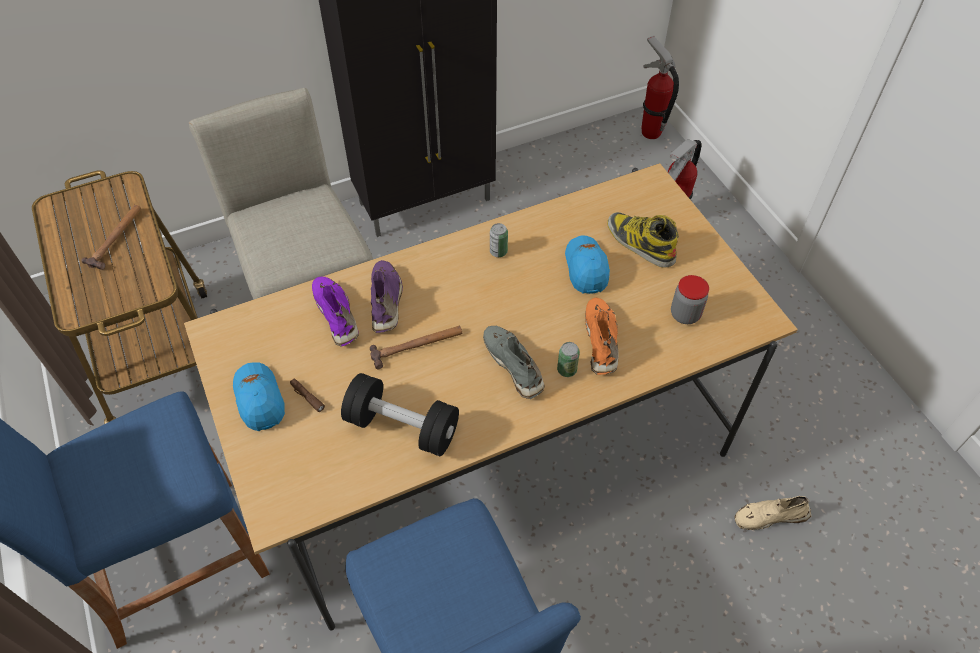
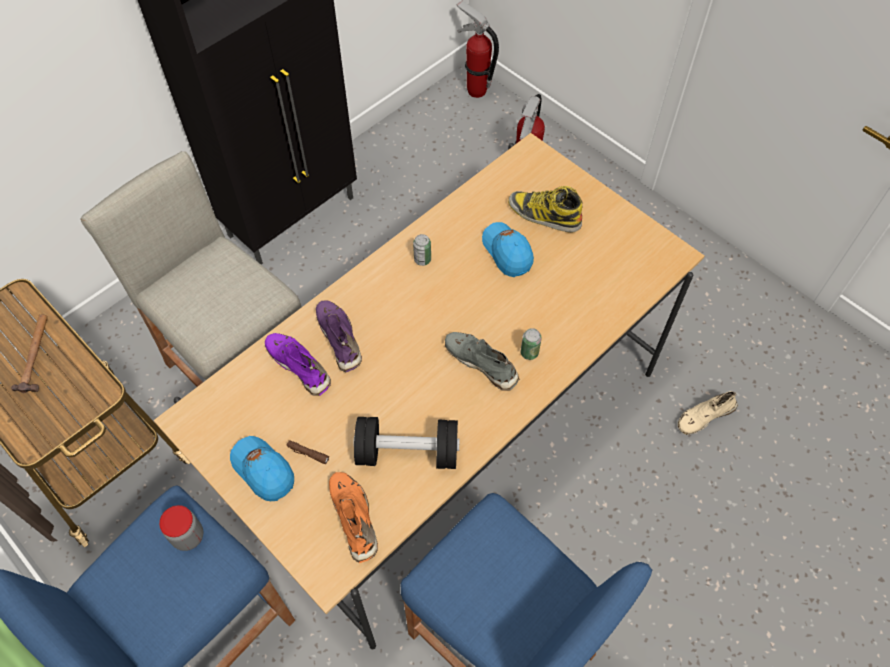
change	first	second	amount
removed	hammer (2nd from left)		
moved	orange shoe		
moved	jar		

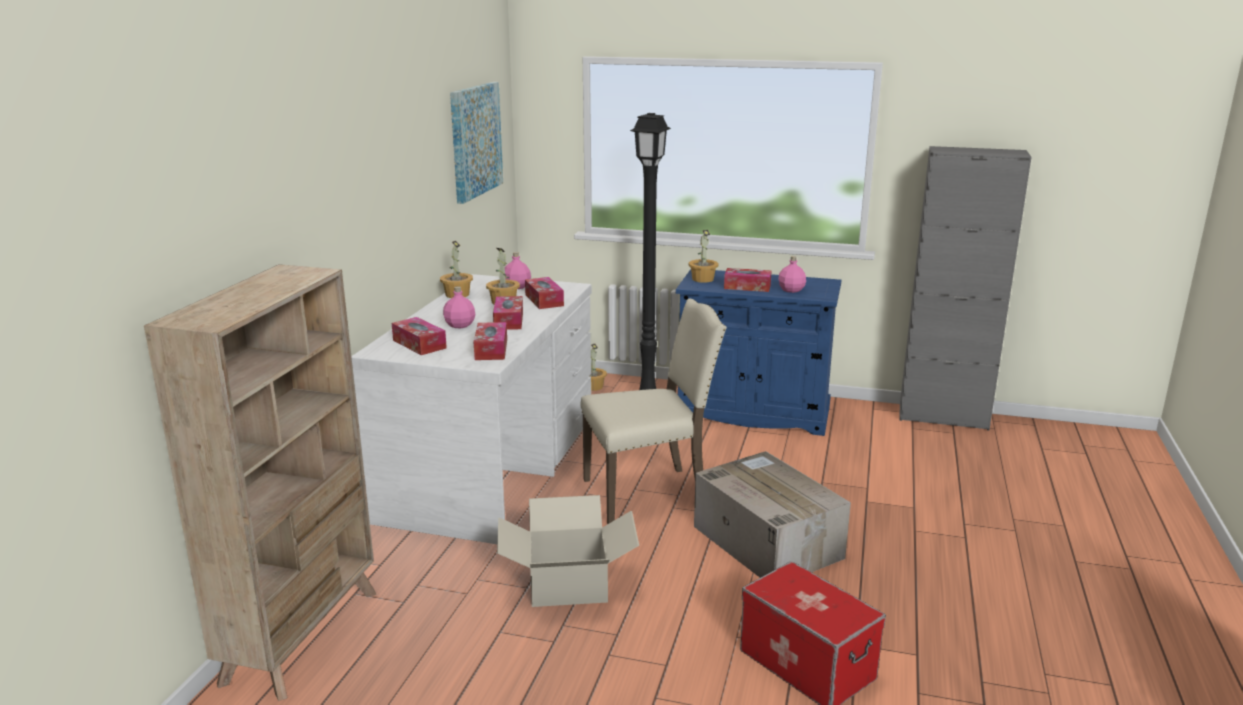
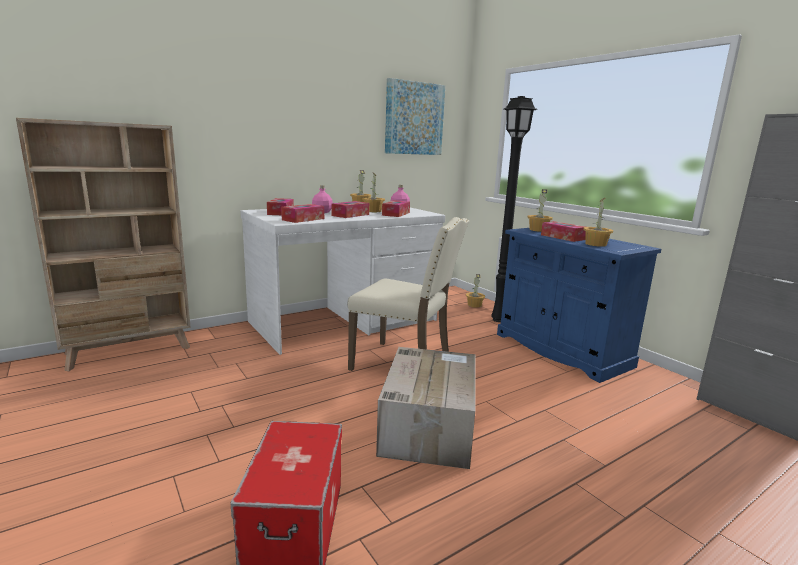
change	first	second	amount
removed	cardboard box (1st from left)		
replaced	pink bottle (3rd from left)	potted plant (5th from left)	

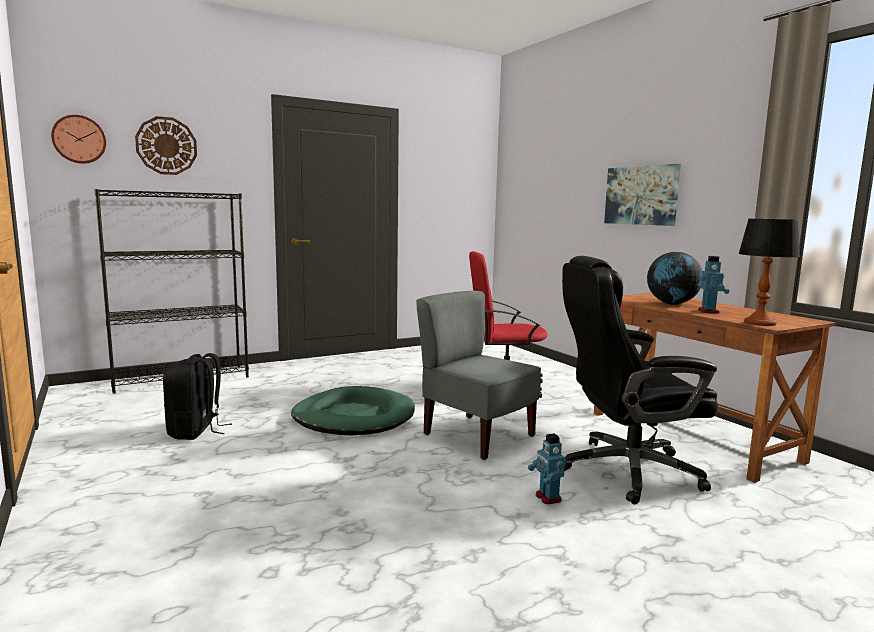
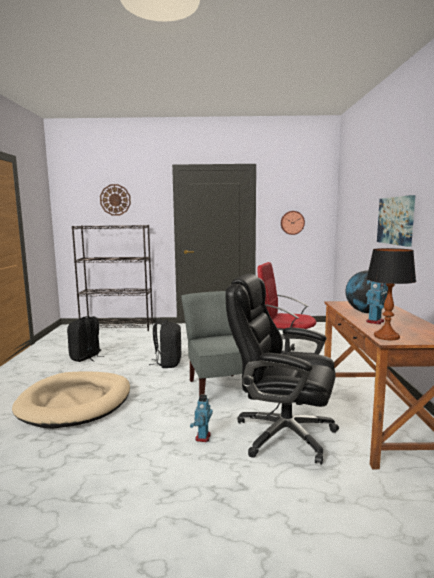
change	first	second	amount
moved	wall clock (1st from left in the first image)	wall clock (2nd from left)	
replaced	green dog bed	black backpack (2nd from left)	
added		beige dog bed	

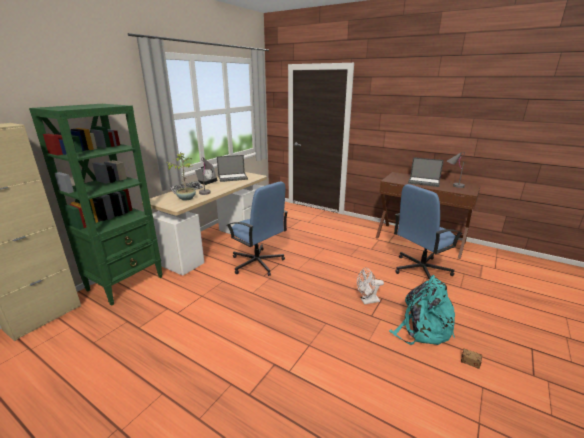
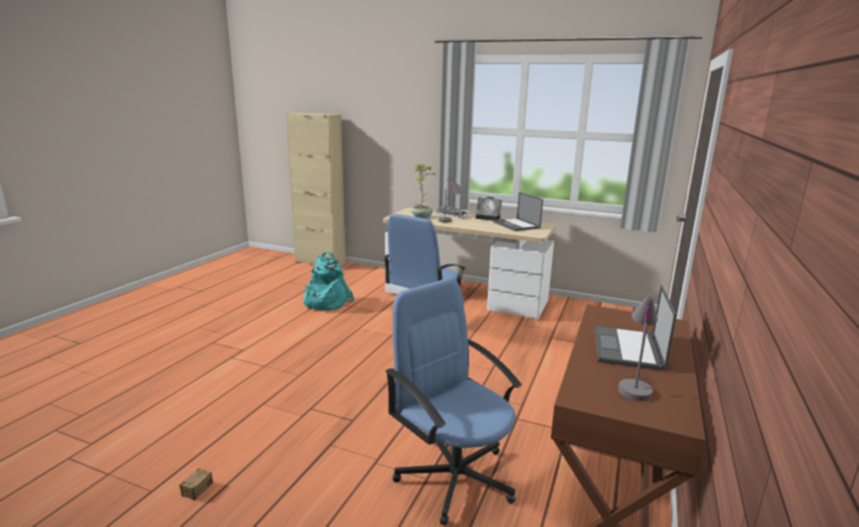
change	first	second	amount
removed	green bookcase		
removed	white fan		
moved	turquoise backpack		

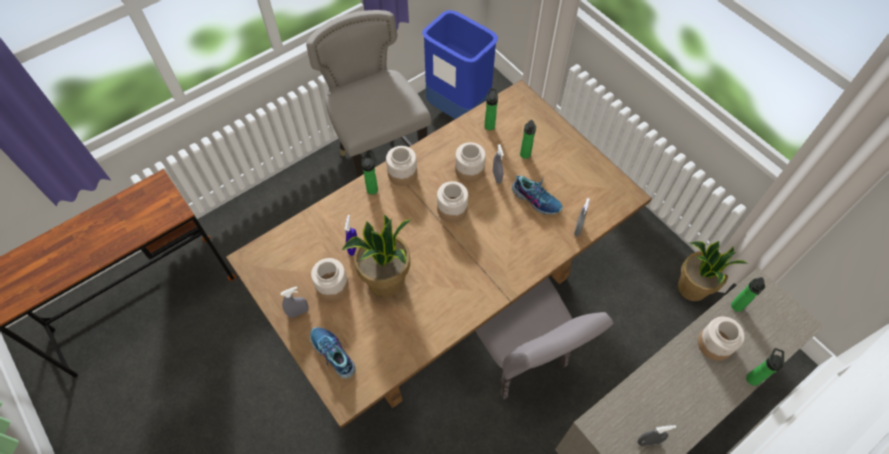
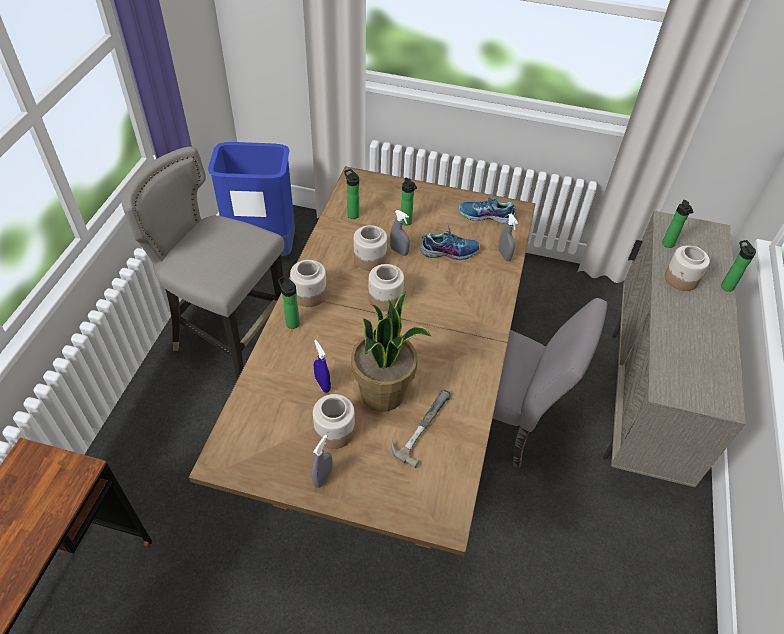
change	first	second	amount
moved	shoe (1st from left in the first image)	shoe (2nd from left)	
removed	grey spray bottle (4th from left)		
removed	potted plant (2nd from left)		
added		hammer	

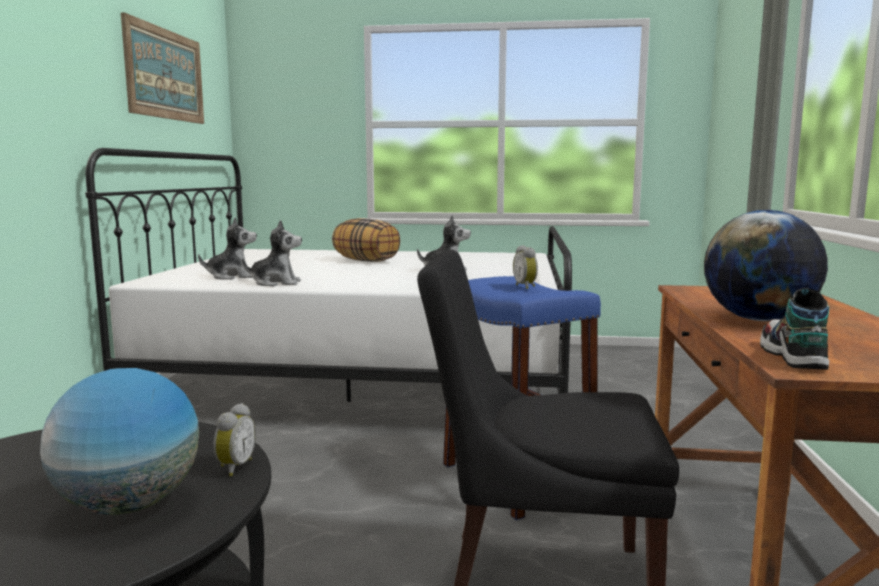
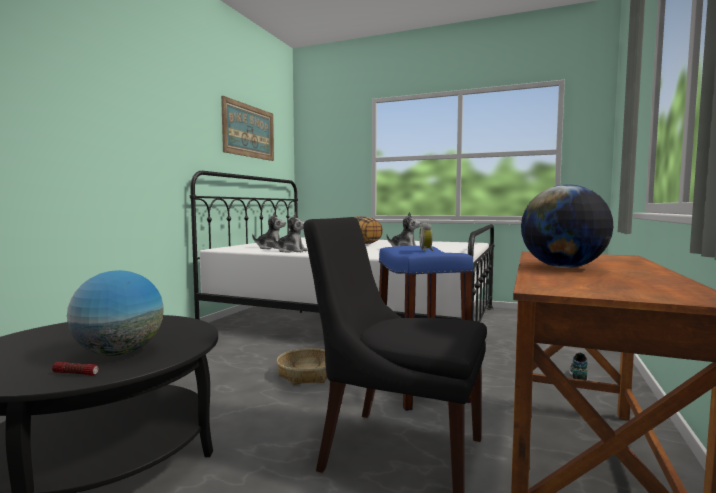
change	first	second	amount
removed	alarm clock (1st from left)		
moved	shoe		
added		flashlight	
added		basket	

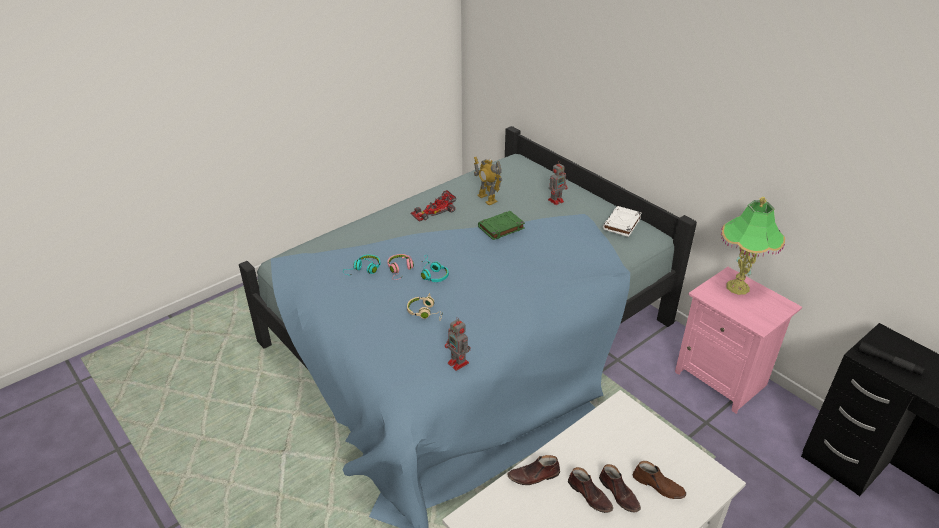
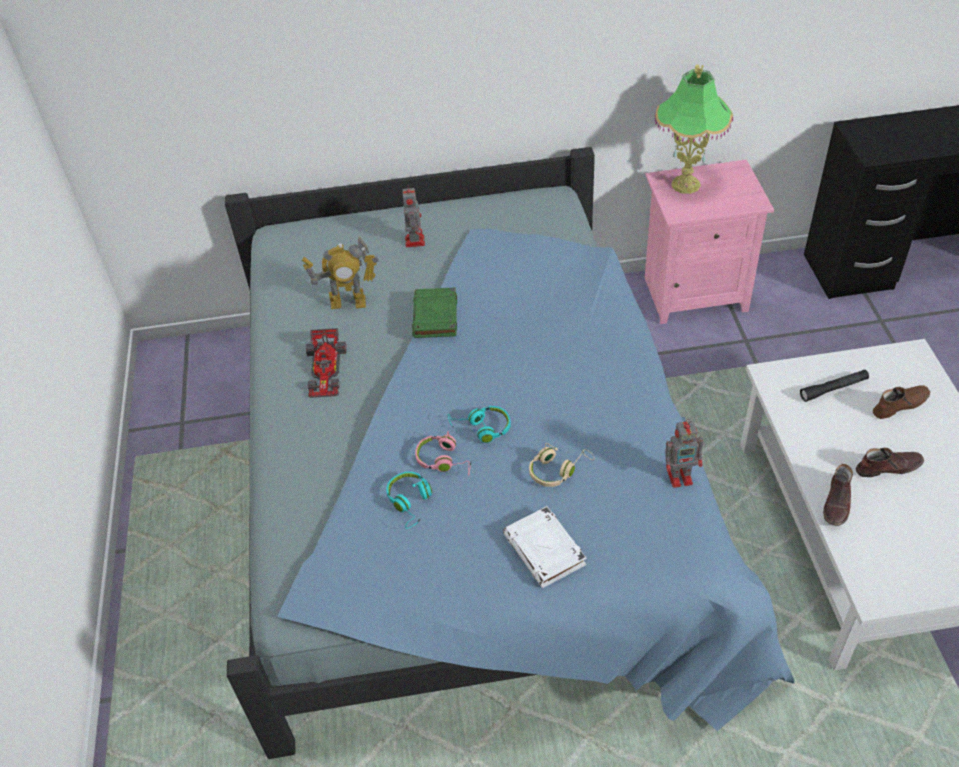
change	first	second	amount
removed	brown shoe (3rd from left)		
moved	white book		
moved	black flashlight		

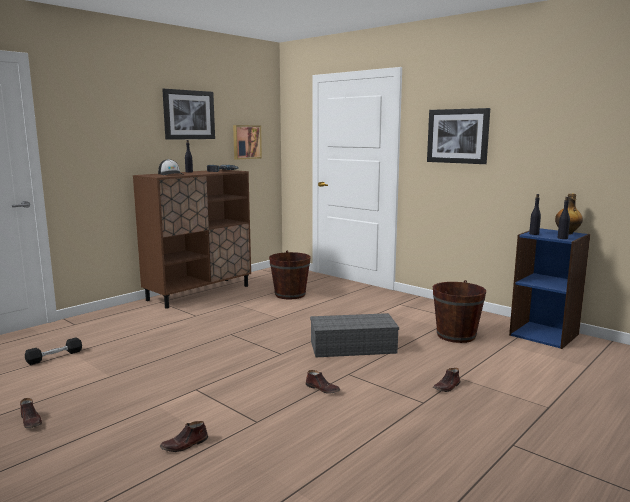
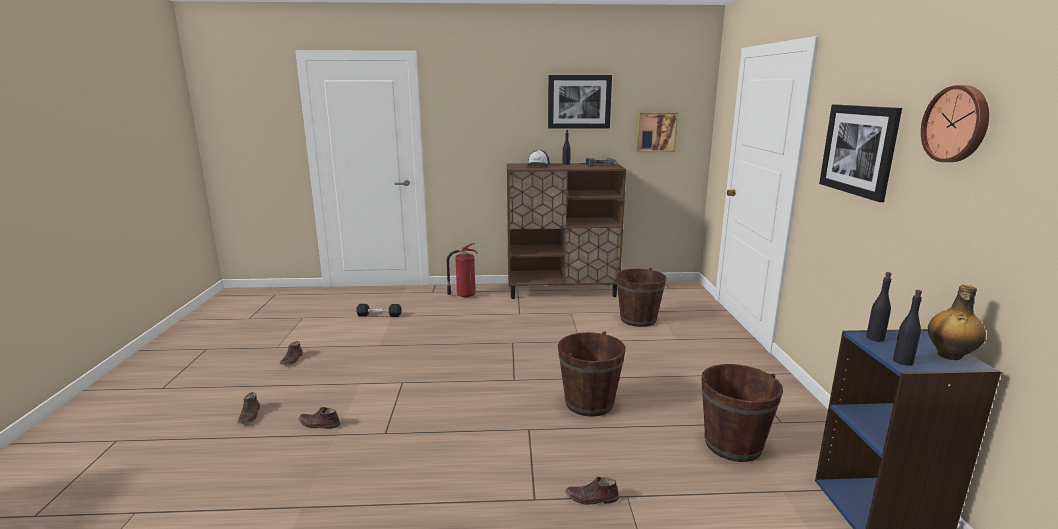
change	first	second	amount
moved	brown shoe (3rd from left in the first image)	brown shoe (1st from left)	
replaced	grey storage box	brown bucket (1st from left)	
added		fire extinguisher	
added		wall clock	

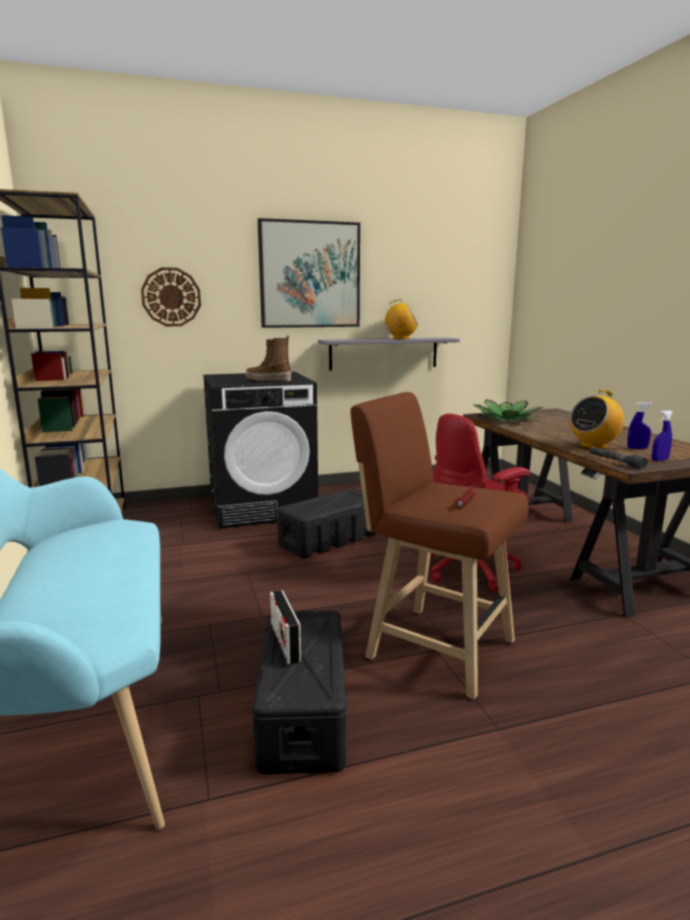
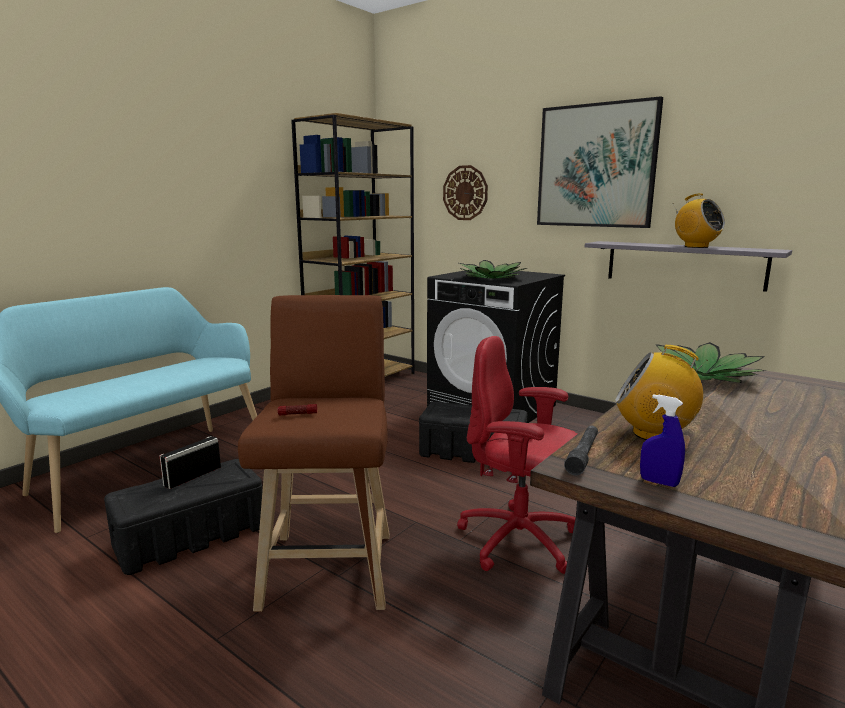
change	first	second	amount
replaced	boot	potted plant (1st from left)	
removed	blue spray bottle (1st from left)		

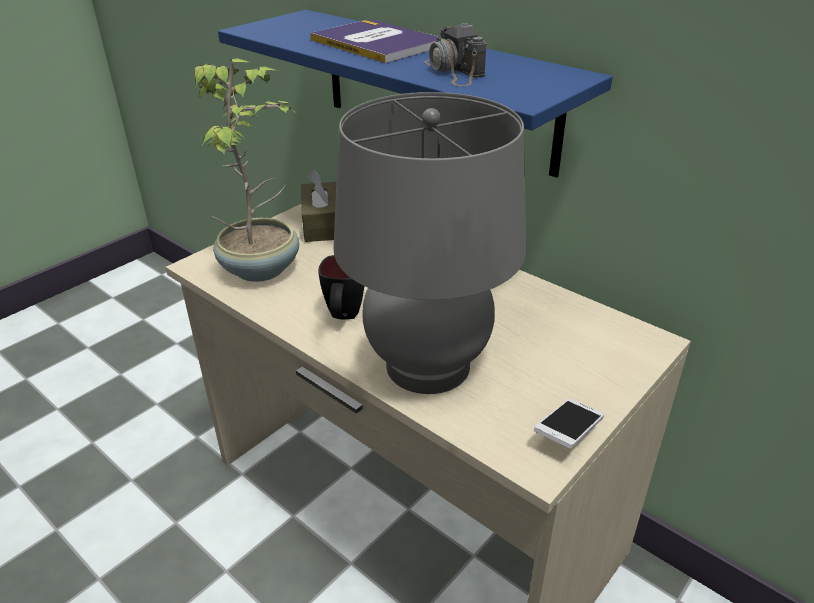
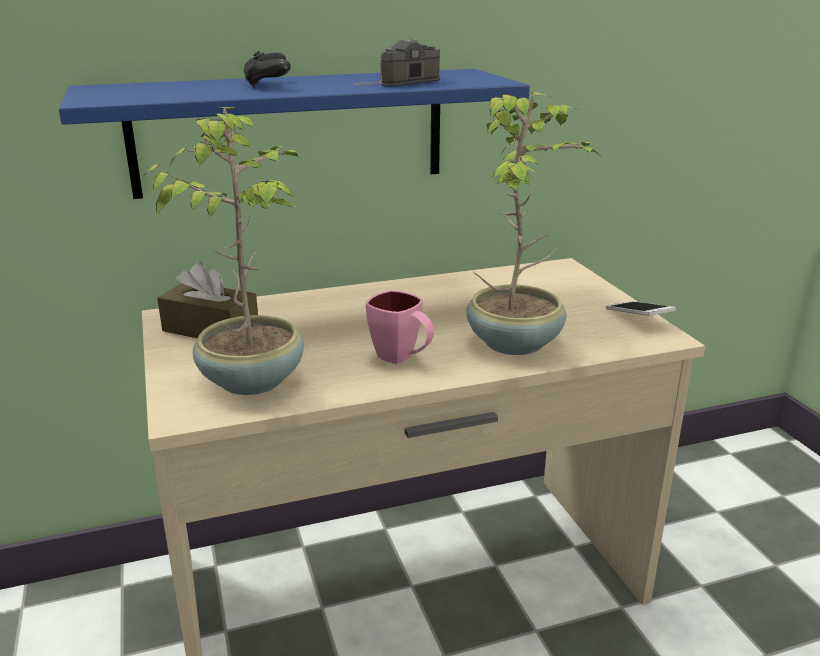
change	first	second	amount
replaced	book	black game controller	
recoloured	black mug	pink mug	
replaced	grey table lamp	potted plant (2nd from left)	
turned	photo camera		135 degrees clockwise

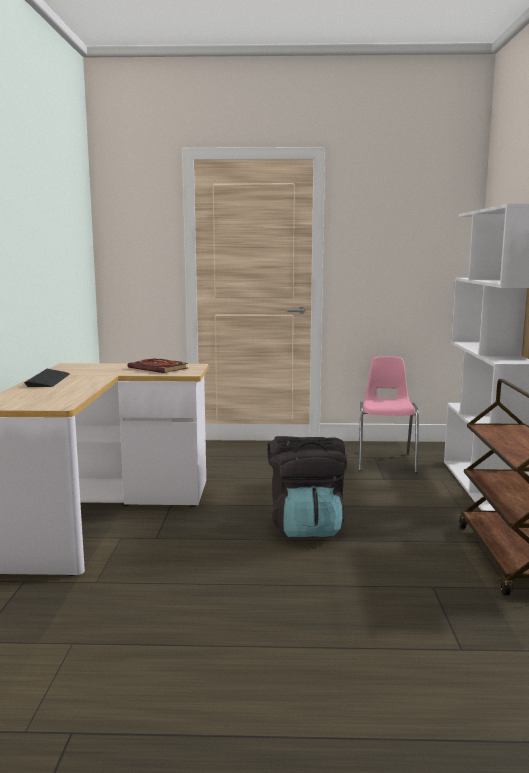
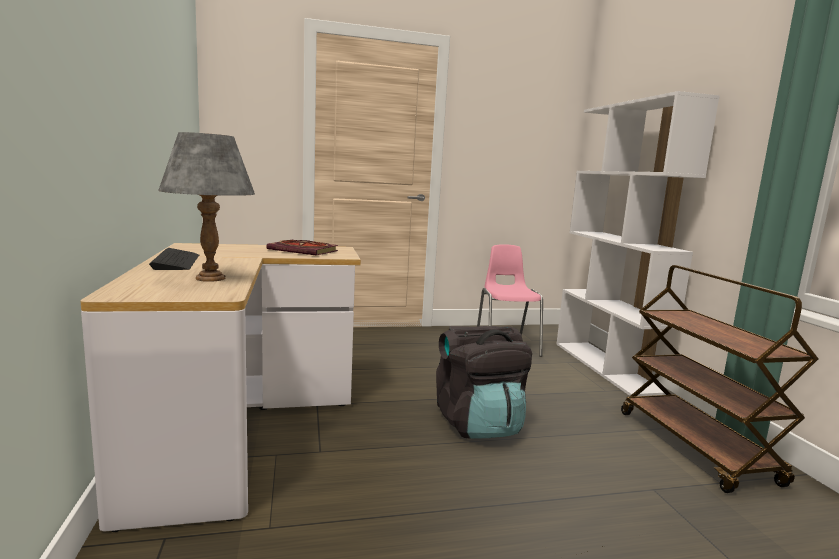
change	first	second	amount
added		grey table lamp	

